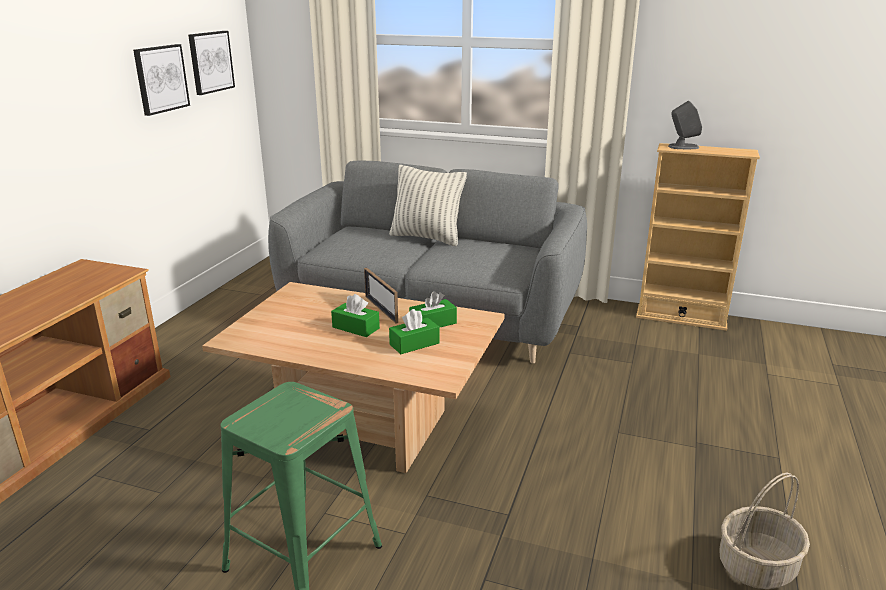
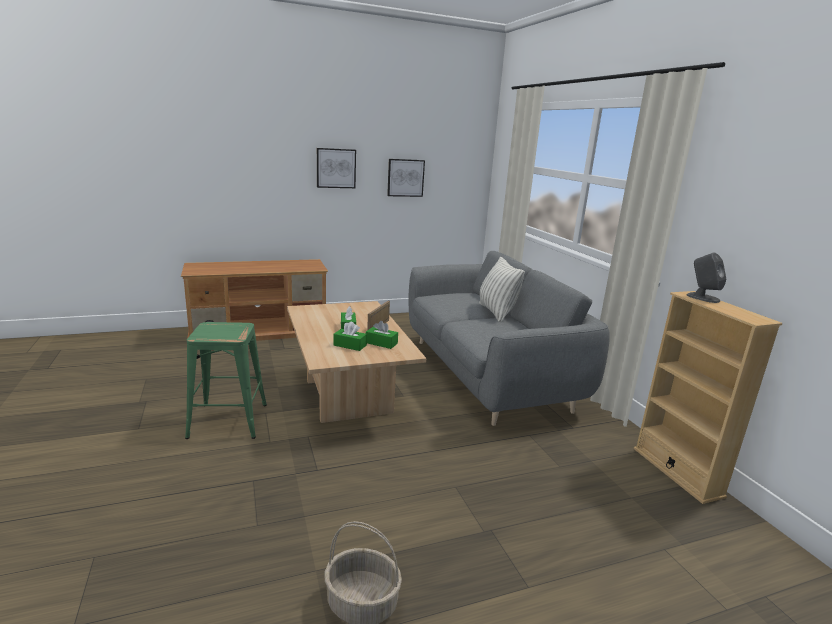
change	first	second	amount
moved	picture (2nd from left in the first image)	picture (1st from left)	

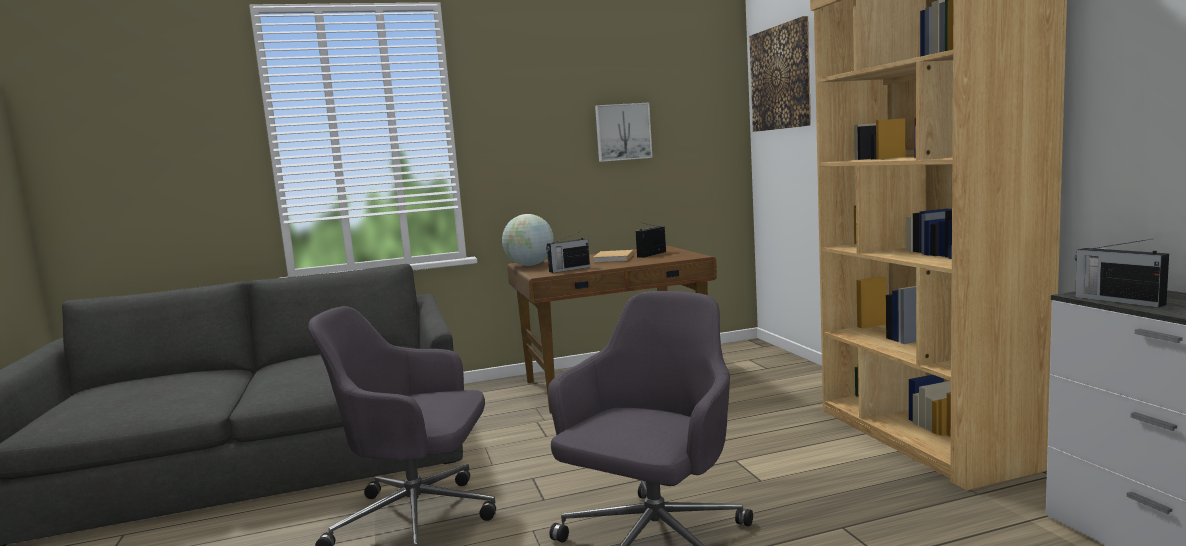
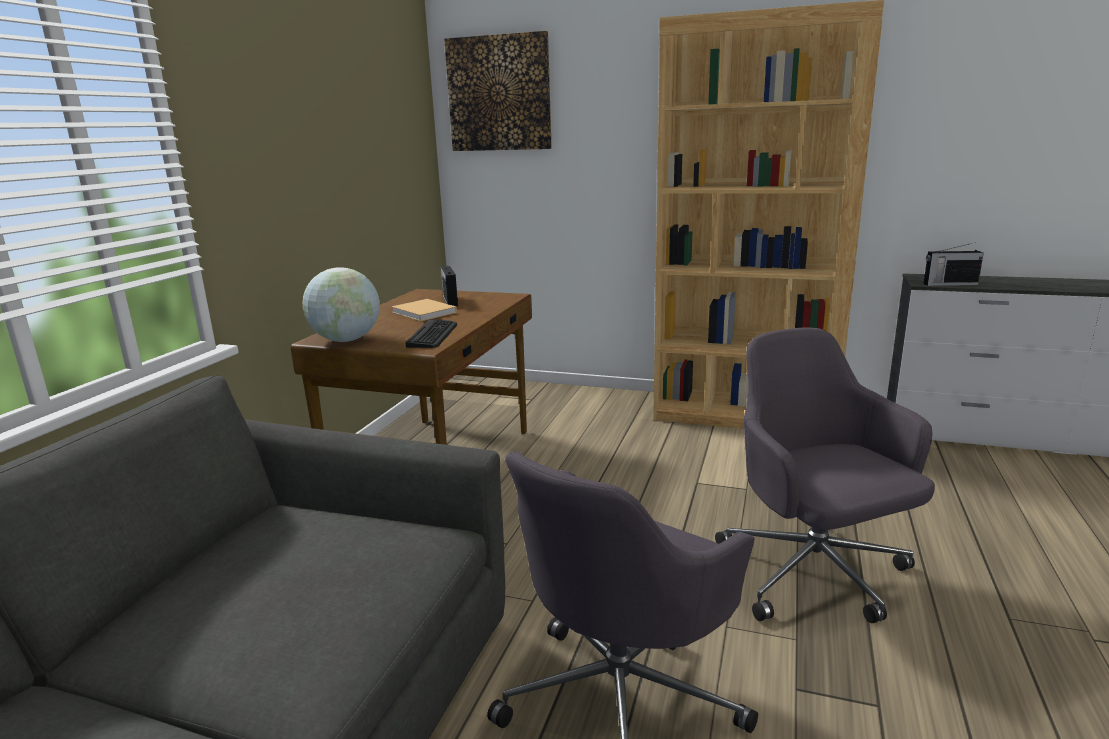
change	first	second	amount
replaced	radio (1st from left)	keyboard	
removed	picture (1st from left)		

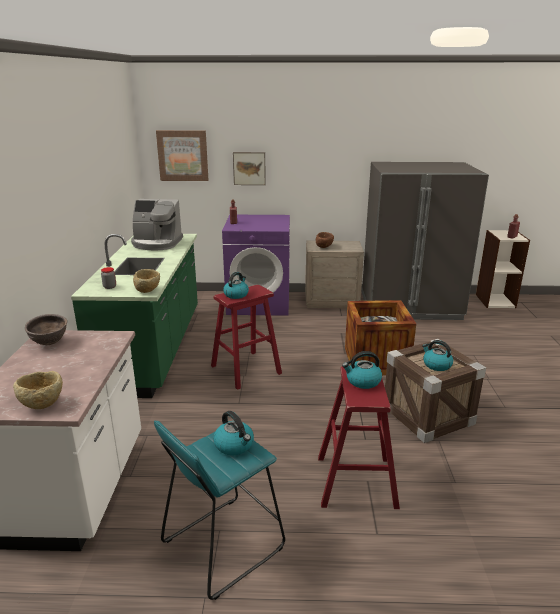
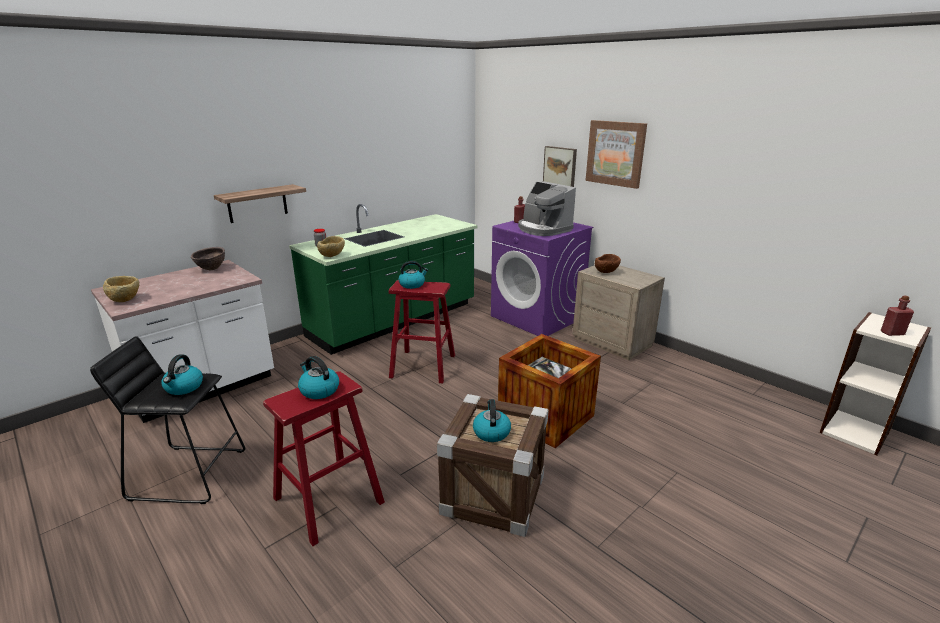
change	first	second	amount
moved	coffee machine		
recoloured	turquoise stool	black stool	
moved	picture (1st from left in the first image)	picture (2nd from left)	
removed	grey fridge		
added		shelf	

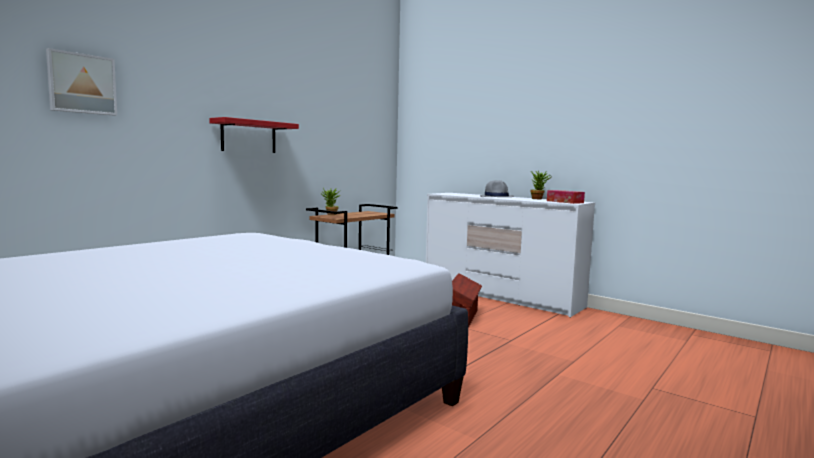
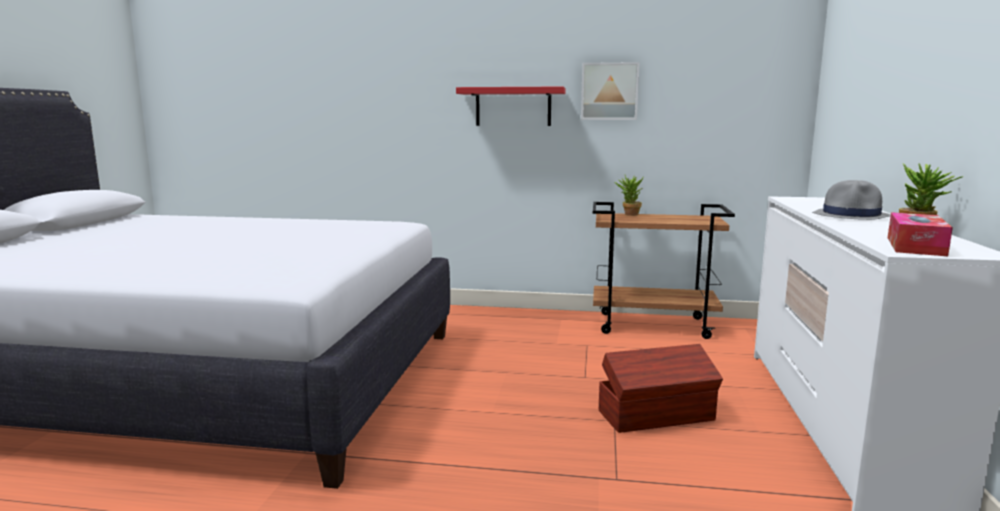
change	first	second	amount
moved	picture		

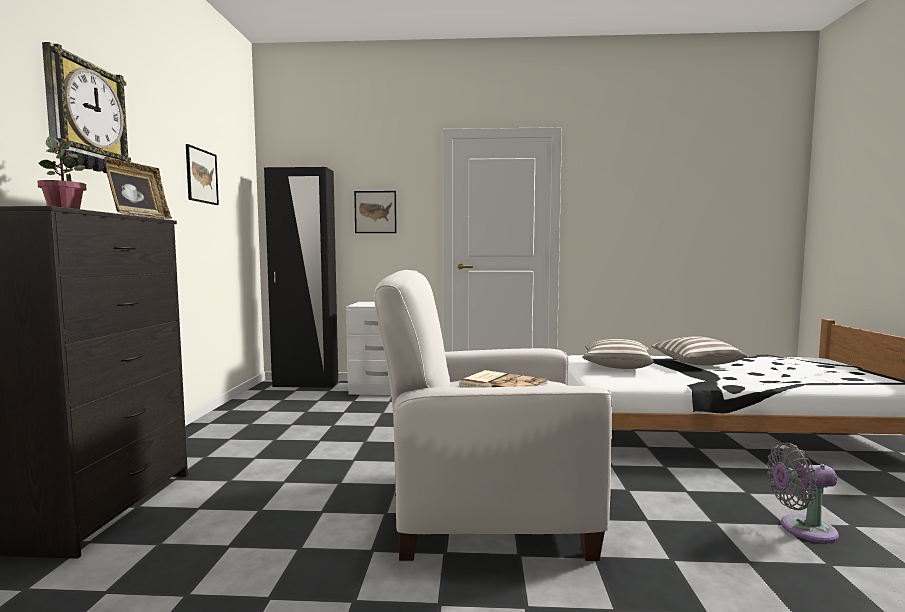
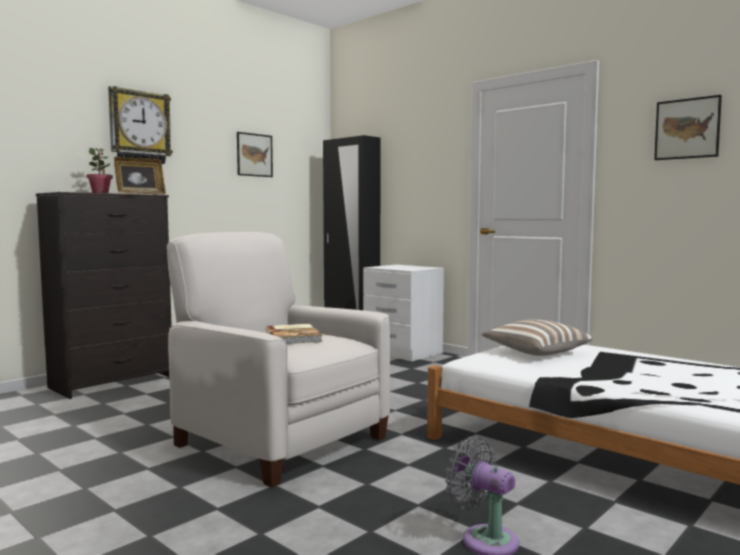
change	first	second	amount
moved	picture (2nd from left)		
removed	pillow (2nd from left)		

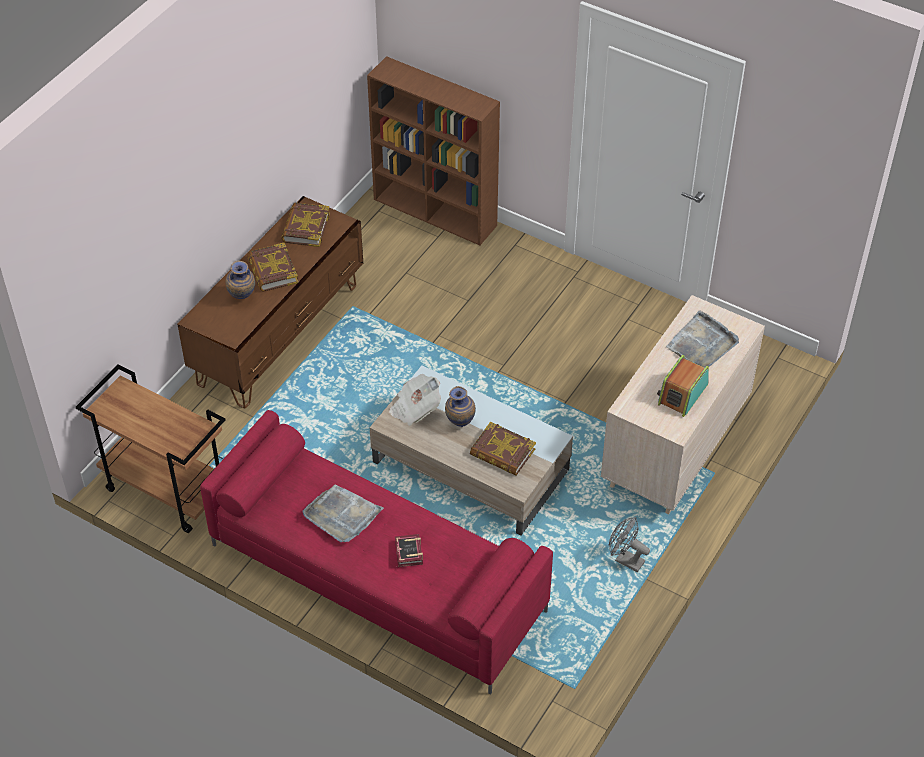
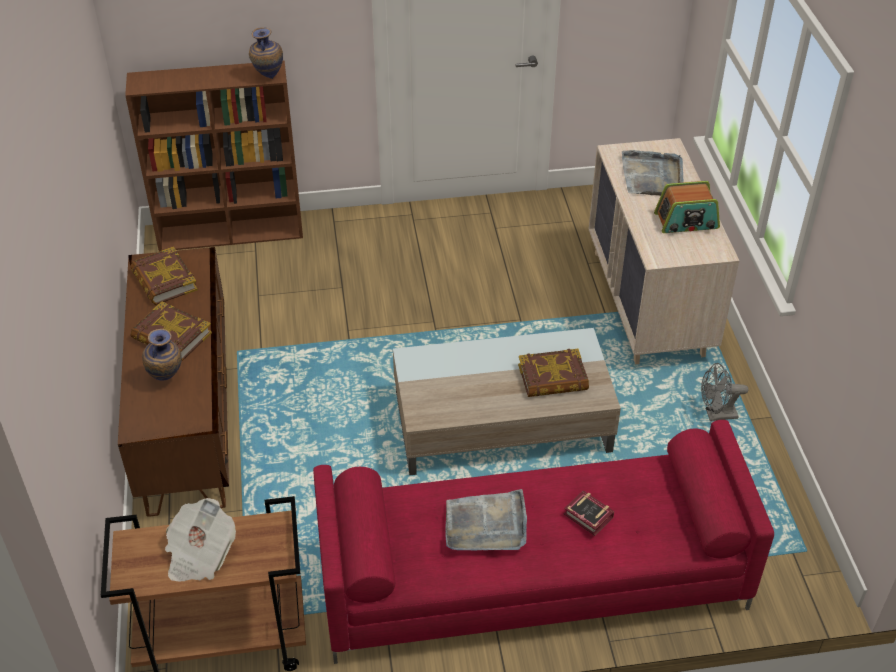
change	first	second	amount
moved	newspaper		
moved	vase (2nd from left)		
turned	radio		90 degrees counterclockwise

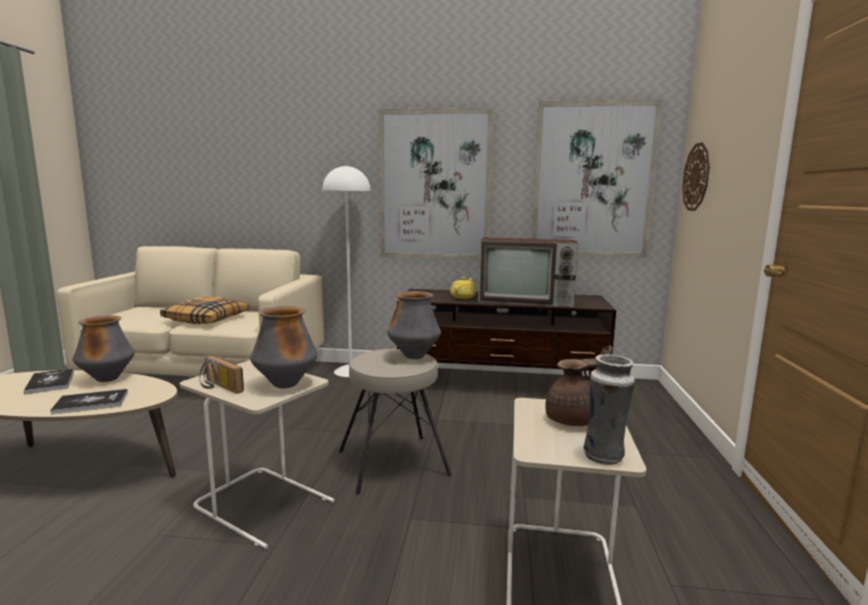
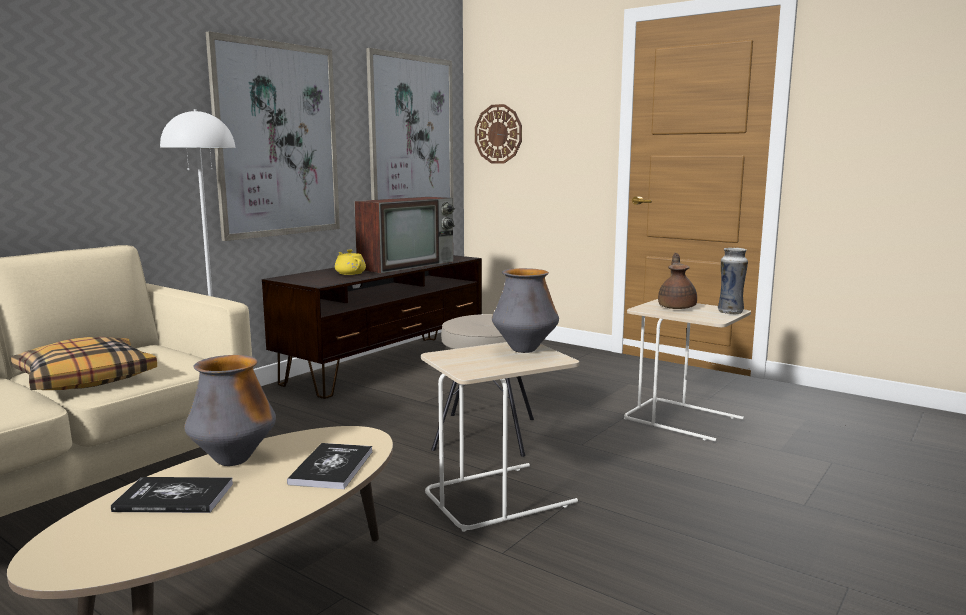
change	first	second	amount
removed	radio		
removed	vase (3rd from left)		

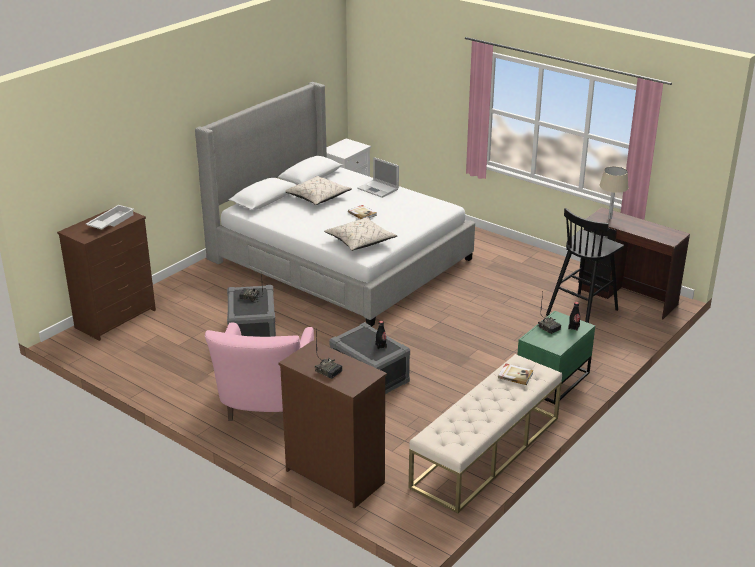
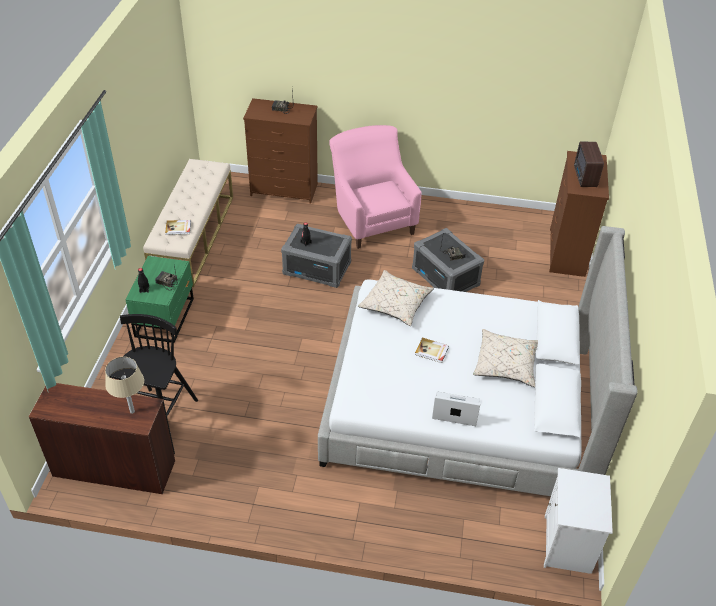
change	first	second	amount
replaced	white tray	radio (4th from left)	

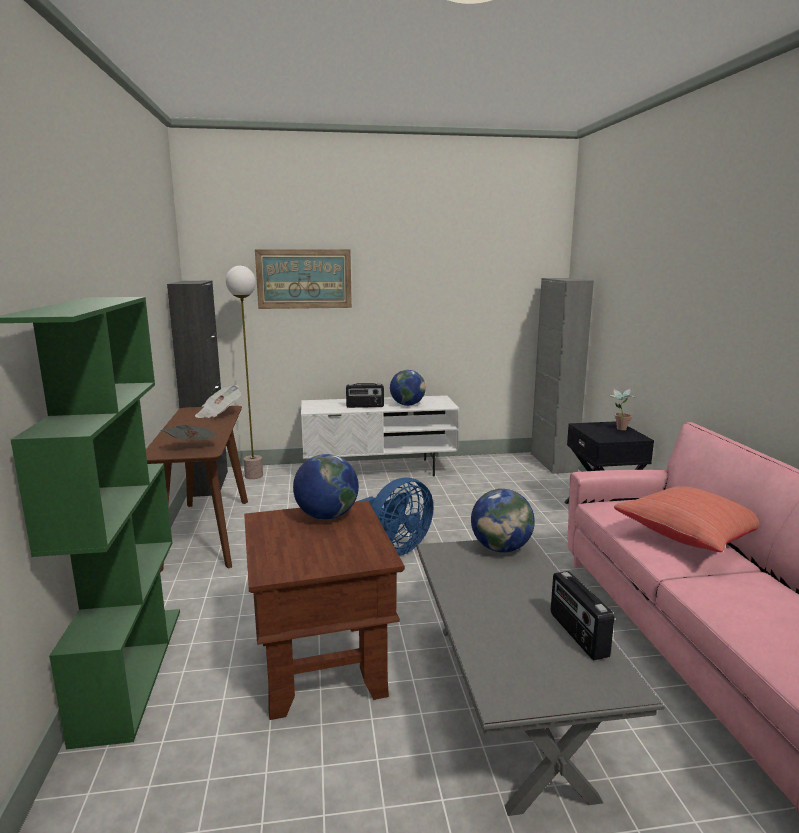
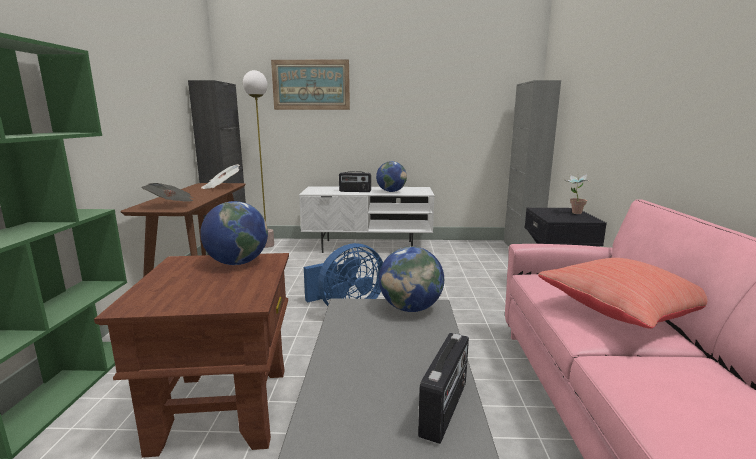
change	first	second	amount
turned	radio (2nd from left)		150 degrees counterclockwise

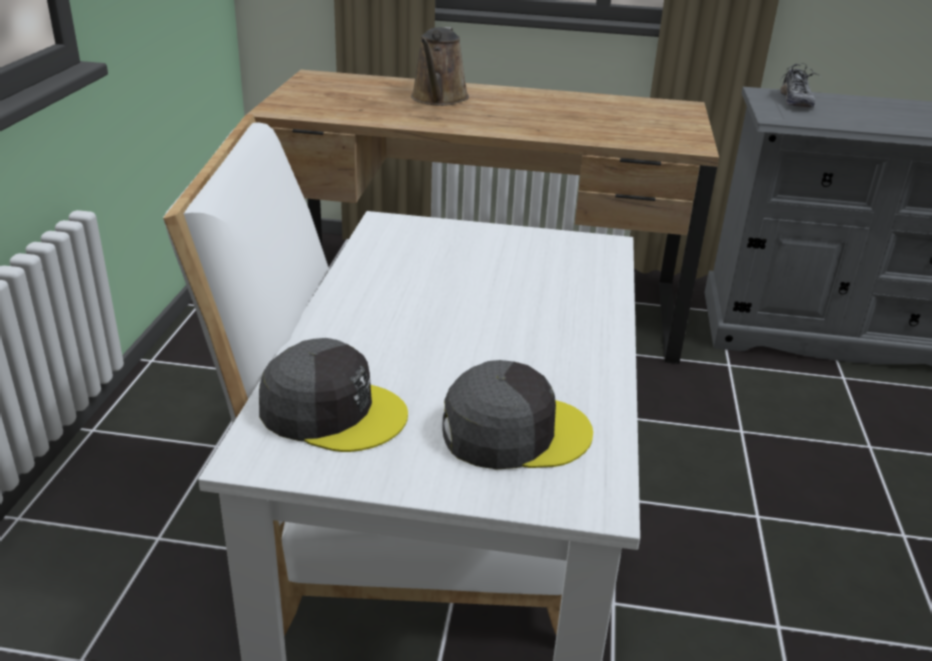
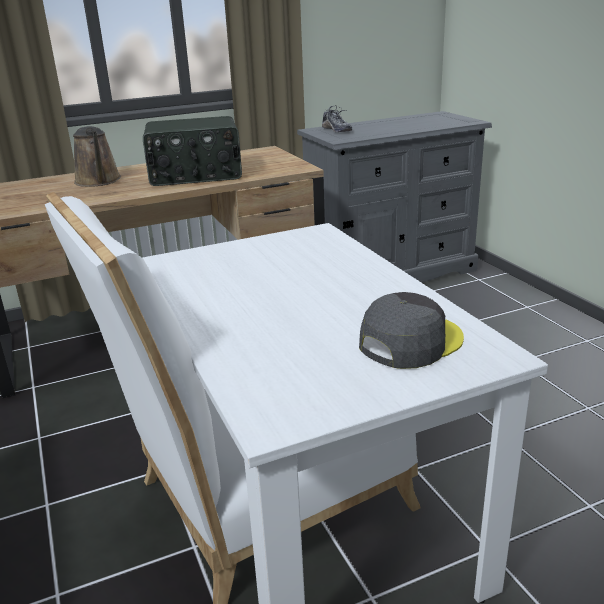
change	first	second	amount
removed	grey cap (1st from left)		
added		radio	

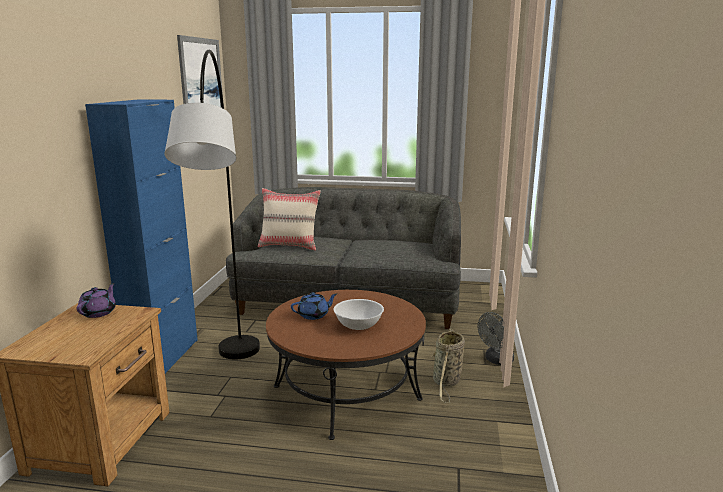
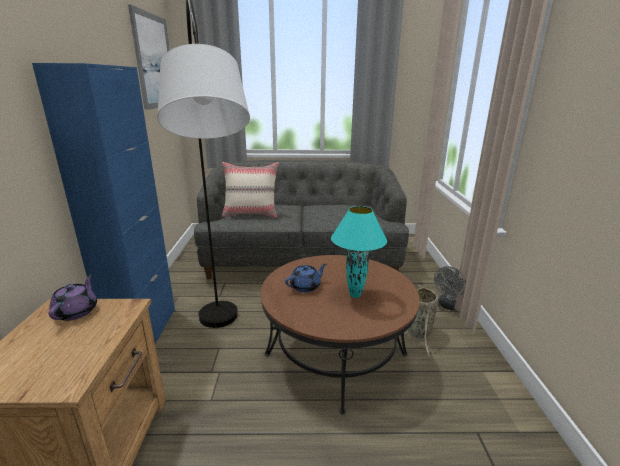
change	first	second	amount
replaced	white bowl	turquoise table lamp	

